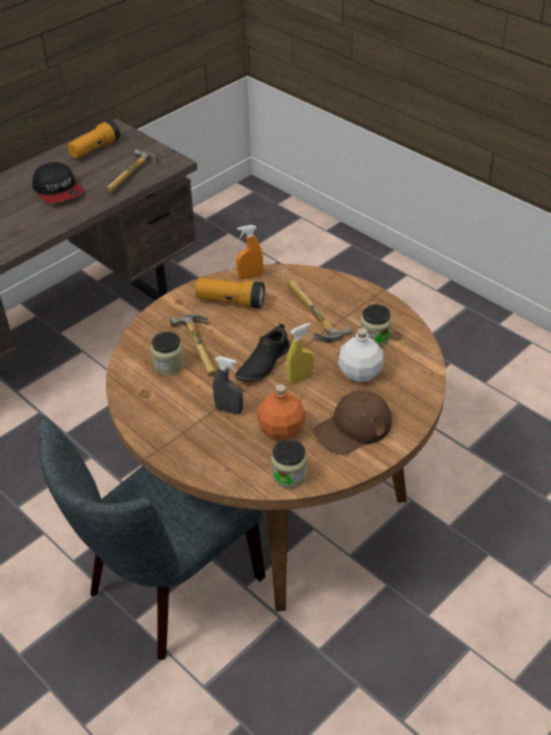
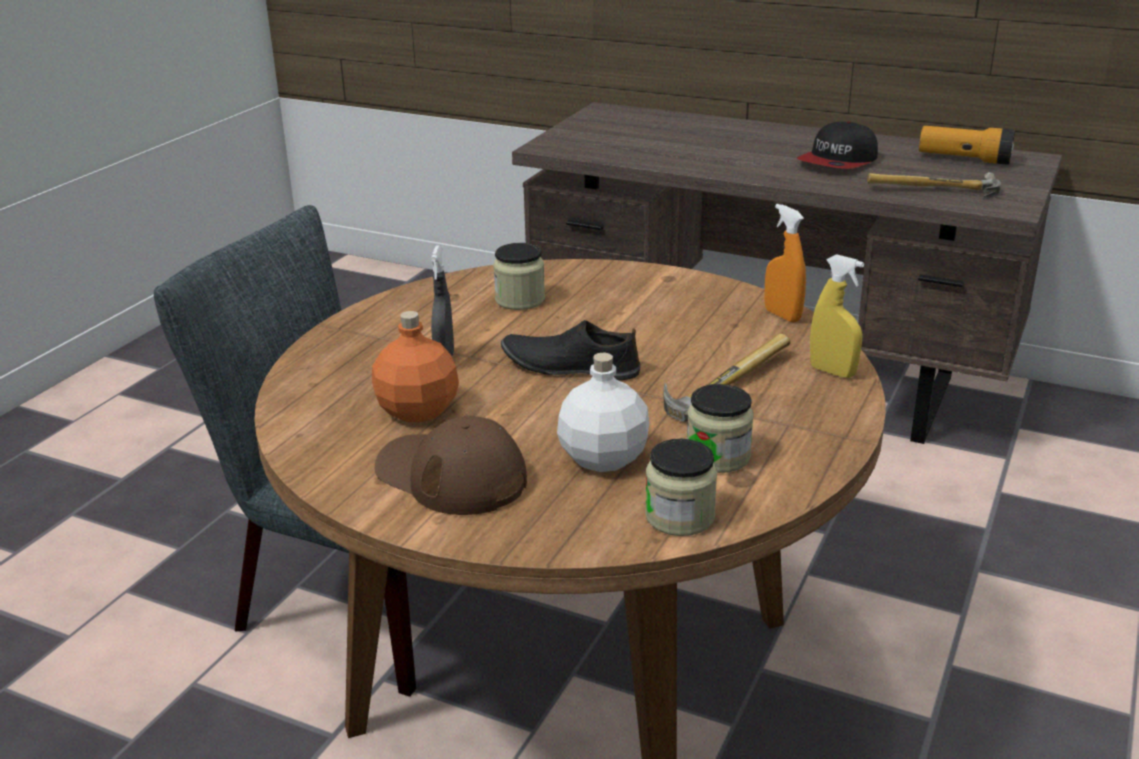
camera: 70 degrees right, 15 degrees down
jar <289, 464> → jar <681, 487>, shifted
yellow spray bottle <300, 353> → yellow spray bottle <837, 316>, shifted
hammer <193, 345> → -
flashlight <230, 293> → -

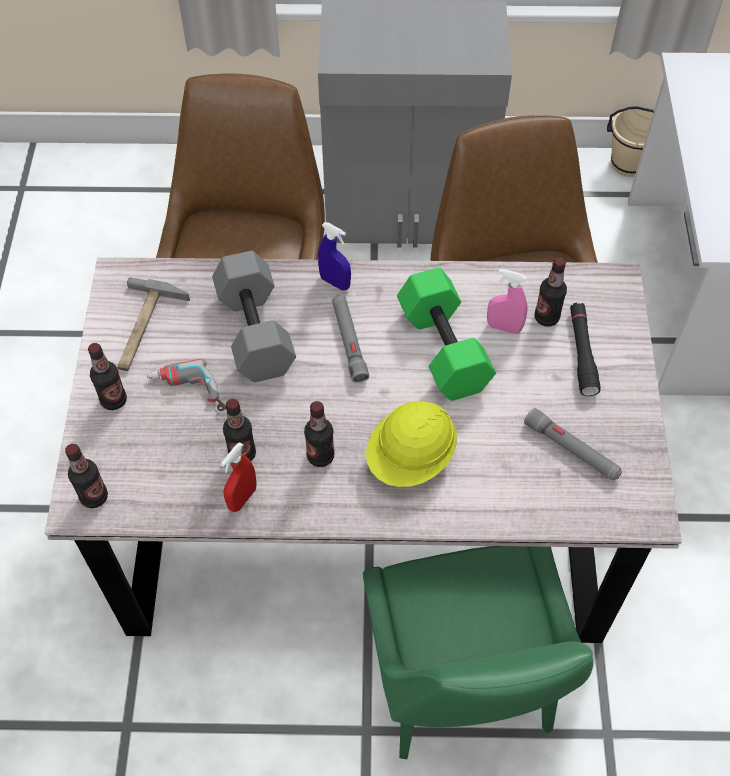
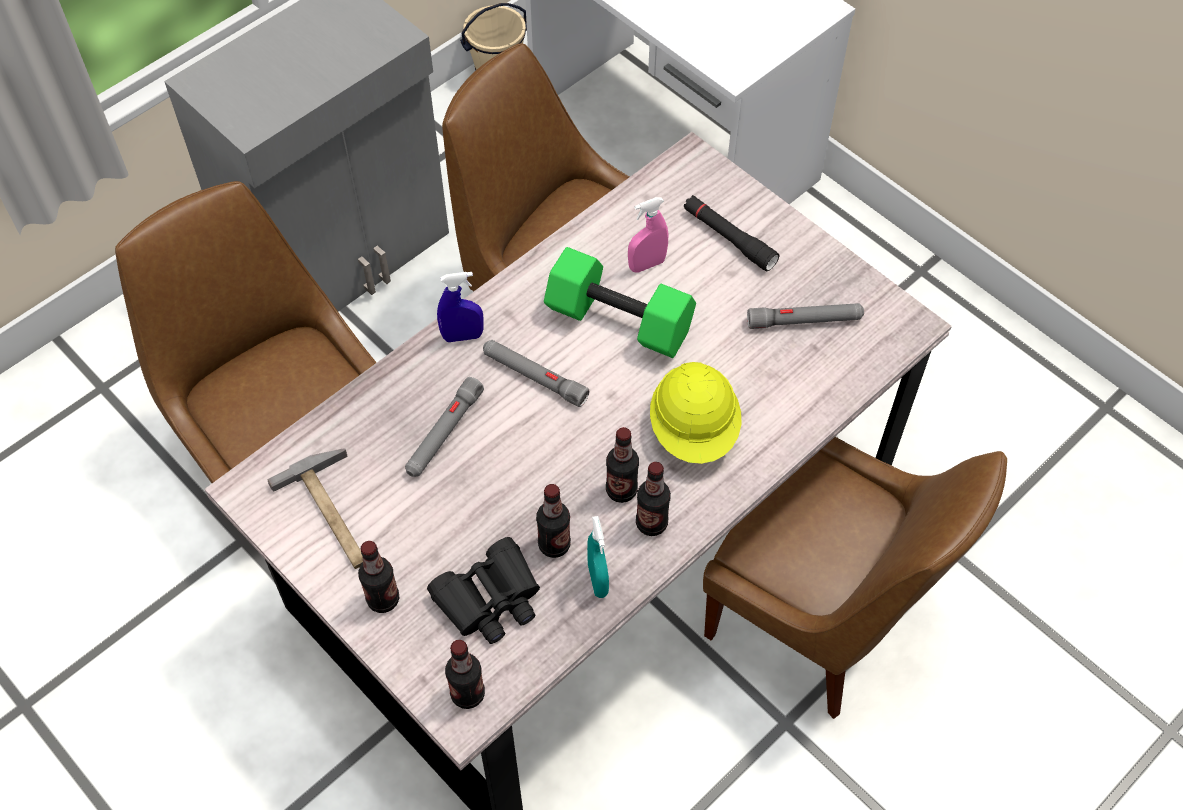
camera: 45 degrees left, 0 degrees up
grey dumbbell <254, 316> → grey flashlight <444, 427>
- → black binoculars <483, 590>
red spray bottle <239, 477> → turquoise spray bottle <598, 557>
bottle <551, 292> → bottle <653, 499>, shifted
green chair <478, 652> → brown chair <855, 578>
power drill <186, 385> → -

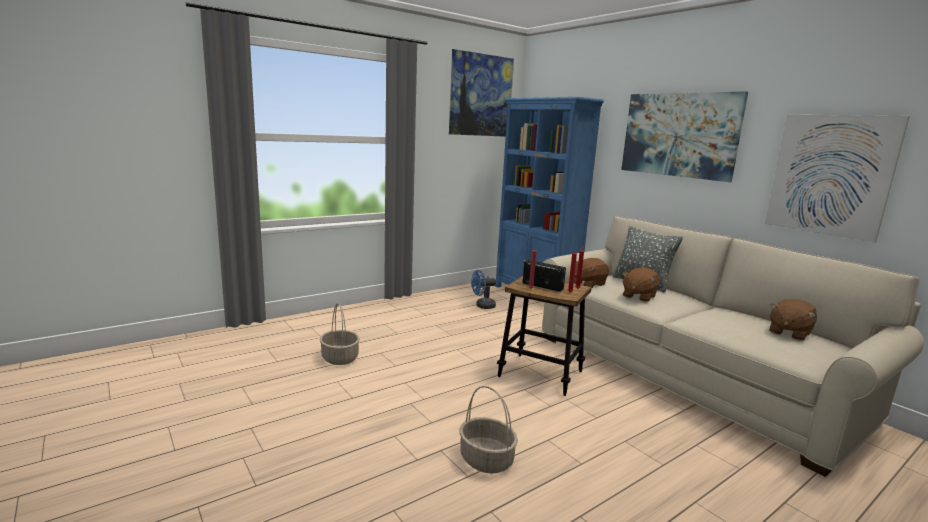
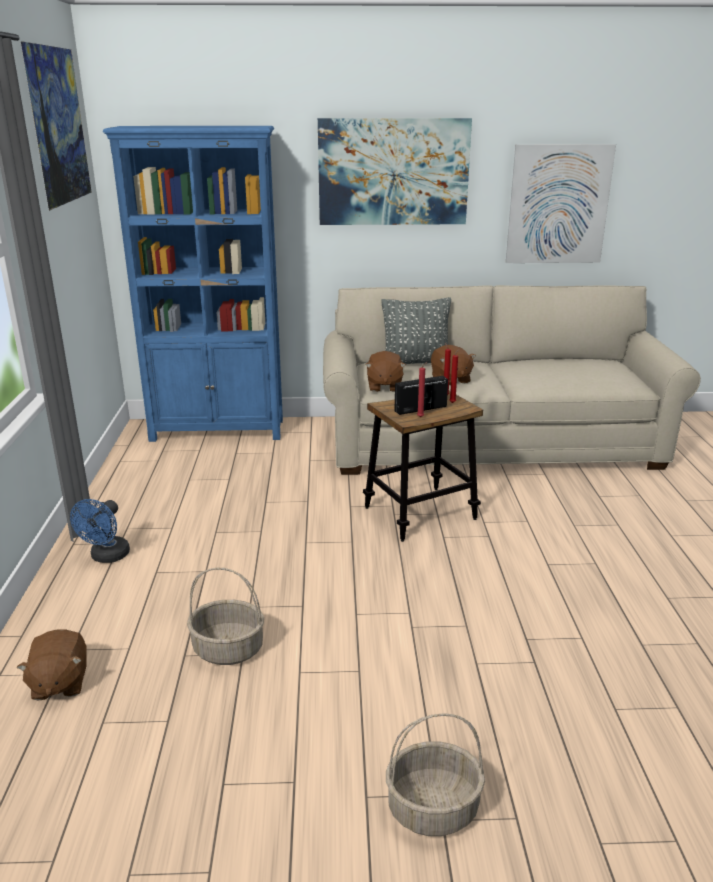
camera: 55 degrees left, 10 degrees up
brown plush toy <793, 319> → brown plush toy <52, 664>, shifted
blue fan <483, 289> → blue fan <100, 531>, shifted
basket <488, 430> → basket <435, 774>, shifted

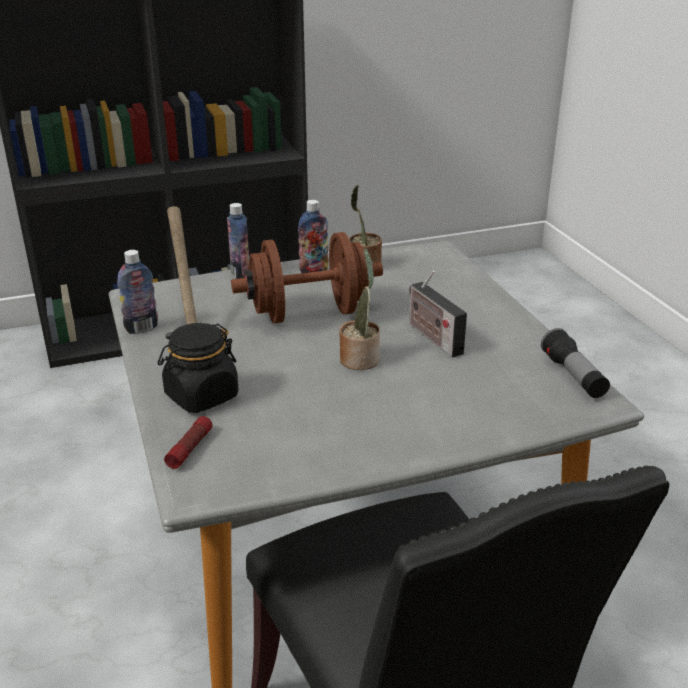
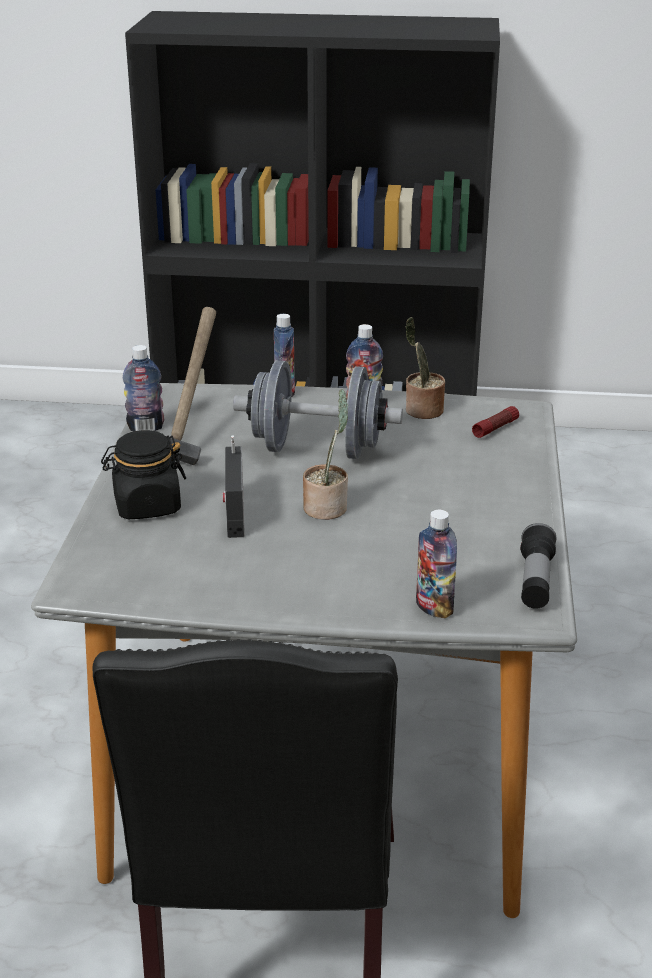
camera: 25 degrees right, 0 degrees up
radio <438, 314> → radio <233, 486>, shifted
brown dumbbell <307, 277> → grey dumbbell <318, 409>
- → bottle <436, 564>
flashlight <188, 442> → flashlight <495, 422>, shifted

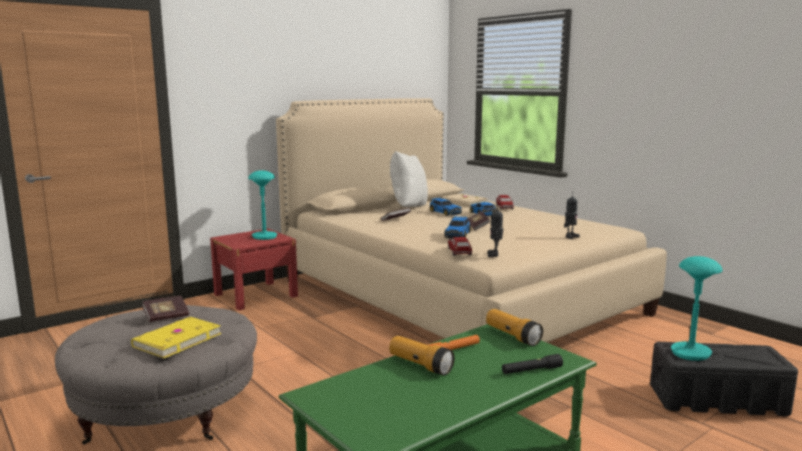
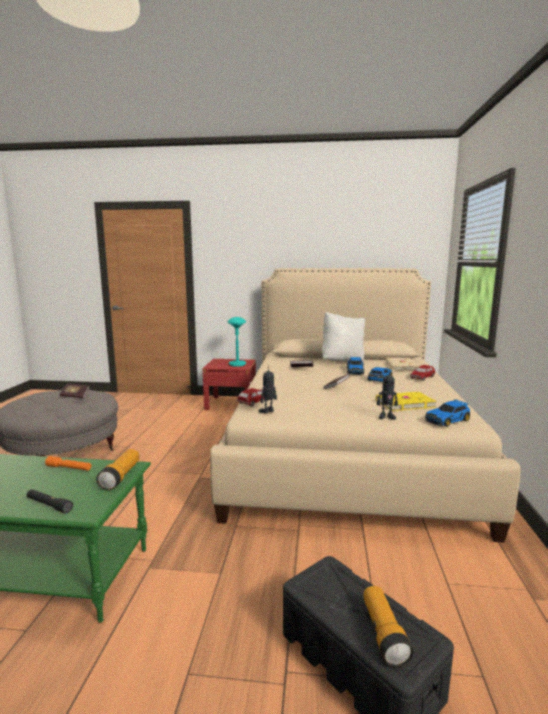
camera: 45 degrees right, 0 degrees up
flashlight <422, 356> → flashlight <388, 626>, shifted
yellow book <176, 337> → yellow book <406, 401>, shifted
toy car <457, 227> → toy car <447, 413>, shifted
turquoise table lamp <696, 308> → -

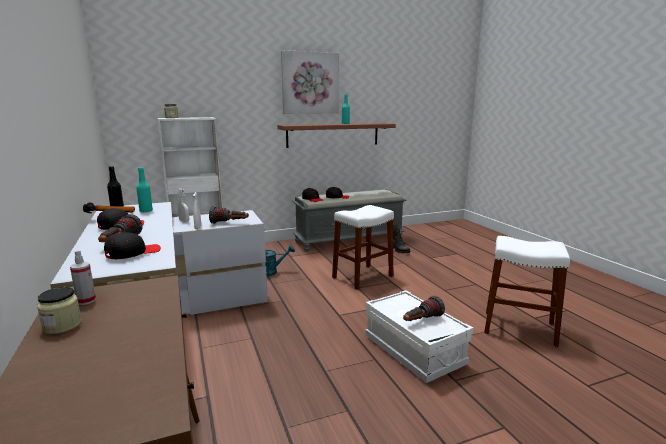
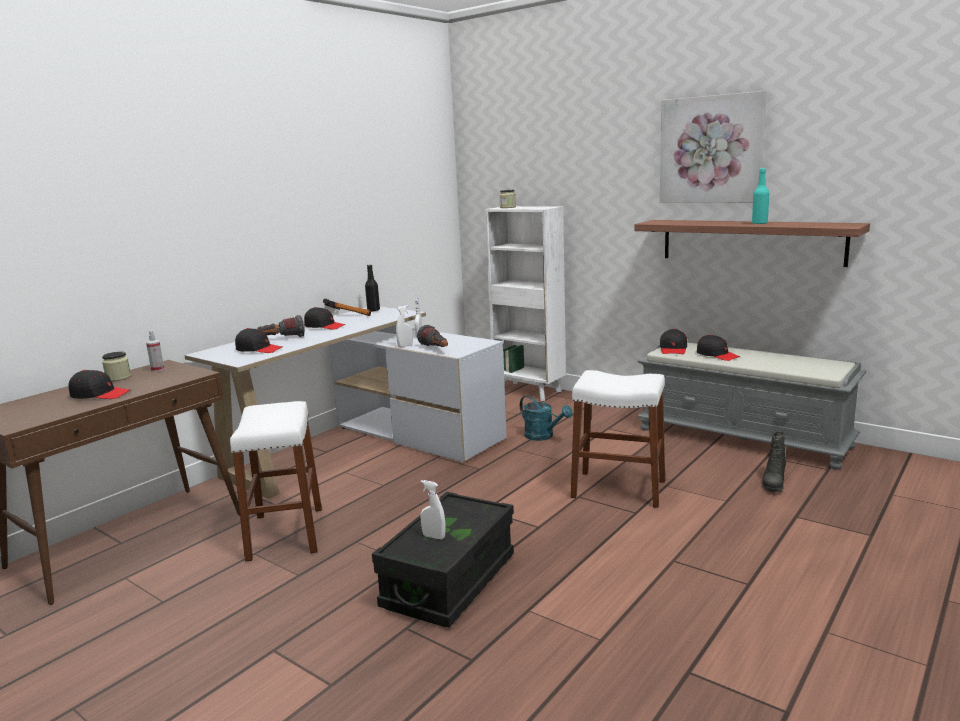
camera: 60 degrees right, 0 degrees up
- → black cap <99, 384>
white stool <527, 291> → white stool <276, 481>, shifted
white storage box <420, 336> → black storage box <443, 560>
flashlight <424, 308> → white spray bottle <432, 509>
turquoise bottle <144, 189> → -

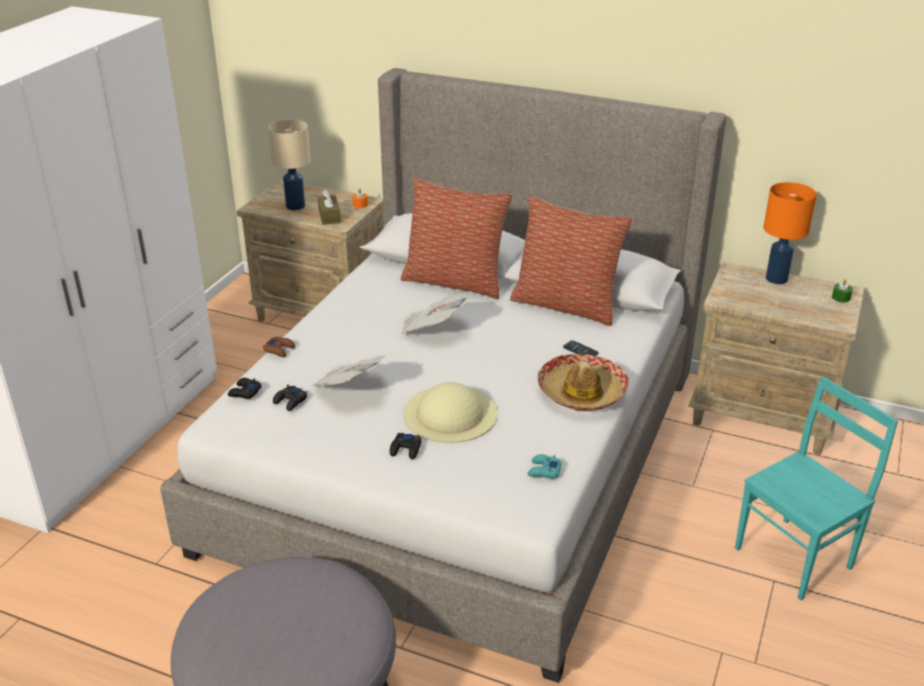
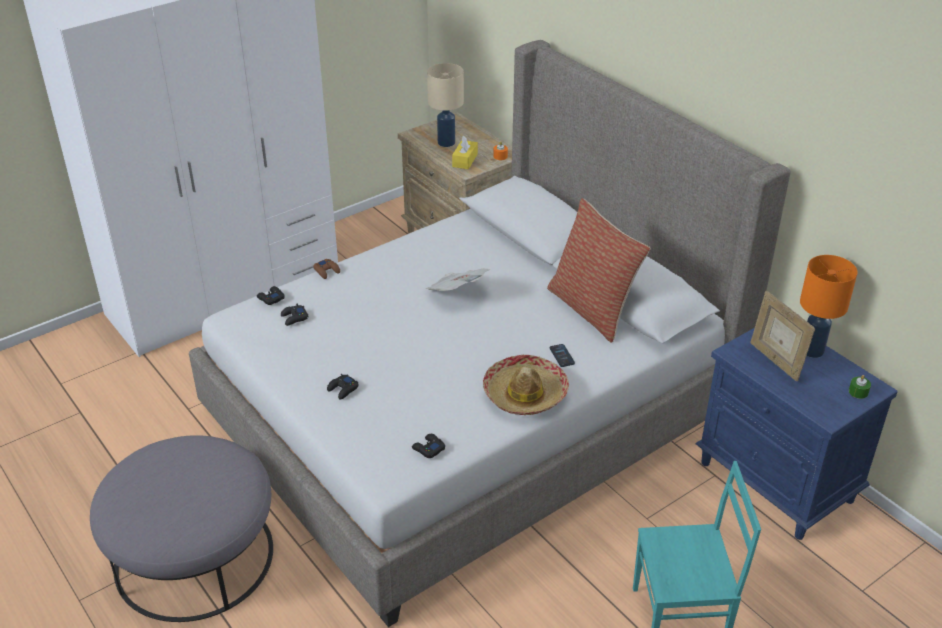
camera: 30 degrees right, 5 degrees up
turquoise game controller <545, 466> → black game controller <428, 446>
brown tissue box <329, 207> → yellow tissue box <465, 152>
beige nightstand <776, 358> → blue nightstand <796, 434>
- → picture frame <783, 336>
newspaper <348, 371> → -
pillow <456, 238> → -
beige hat <450, 412> → -

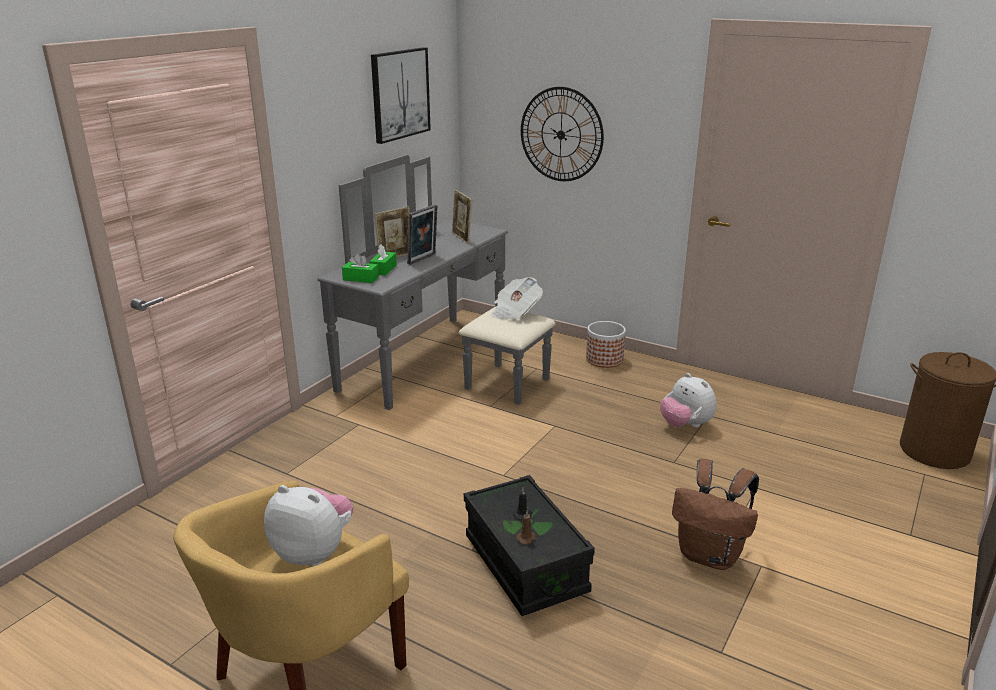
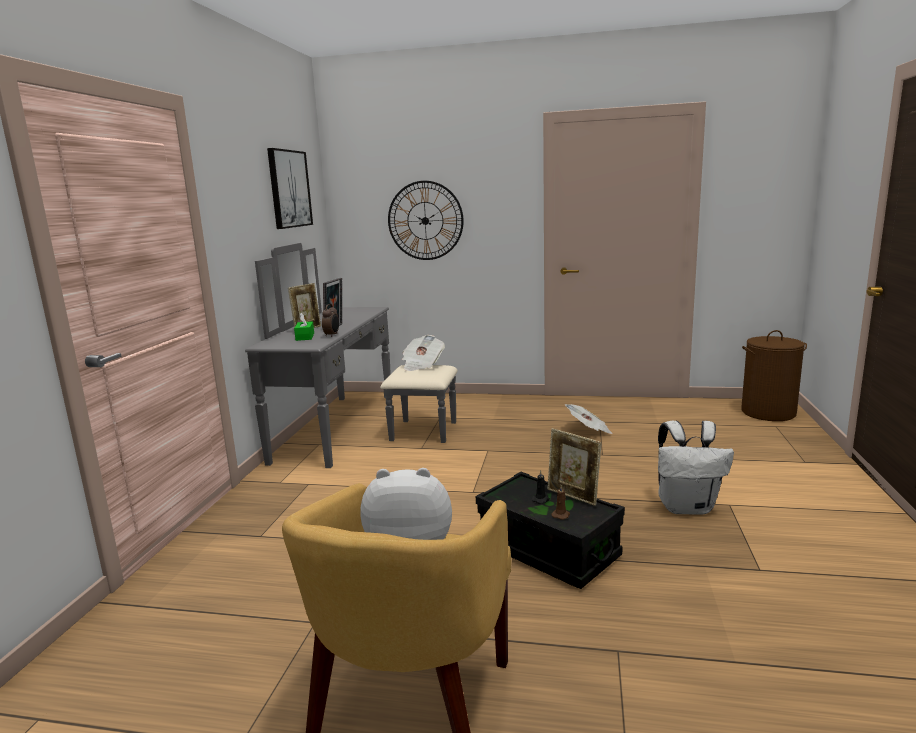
camera: 20 degrees left, 10 degrees down
- → alarm clock <330, 320>
picture frame <462, 216> → picture frame <574, 467>, shifted
plush toy <688, 400> → newspaper <589, 419>
brown backpack <715, 514> → white backpack <696, 467>
green tissue box <360, 268> → -
planter <606, 344> → -

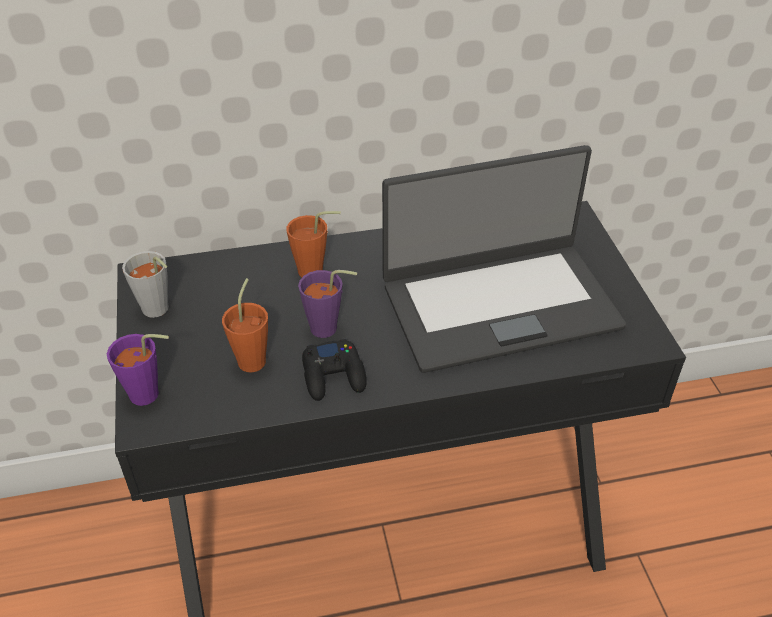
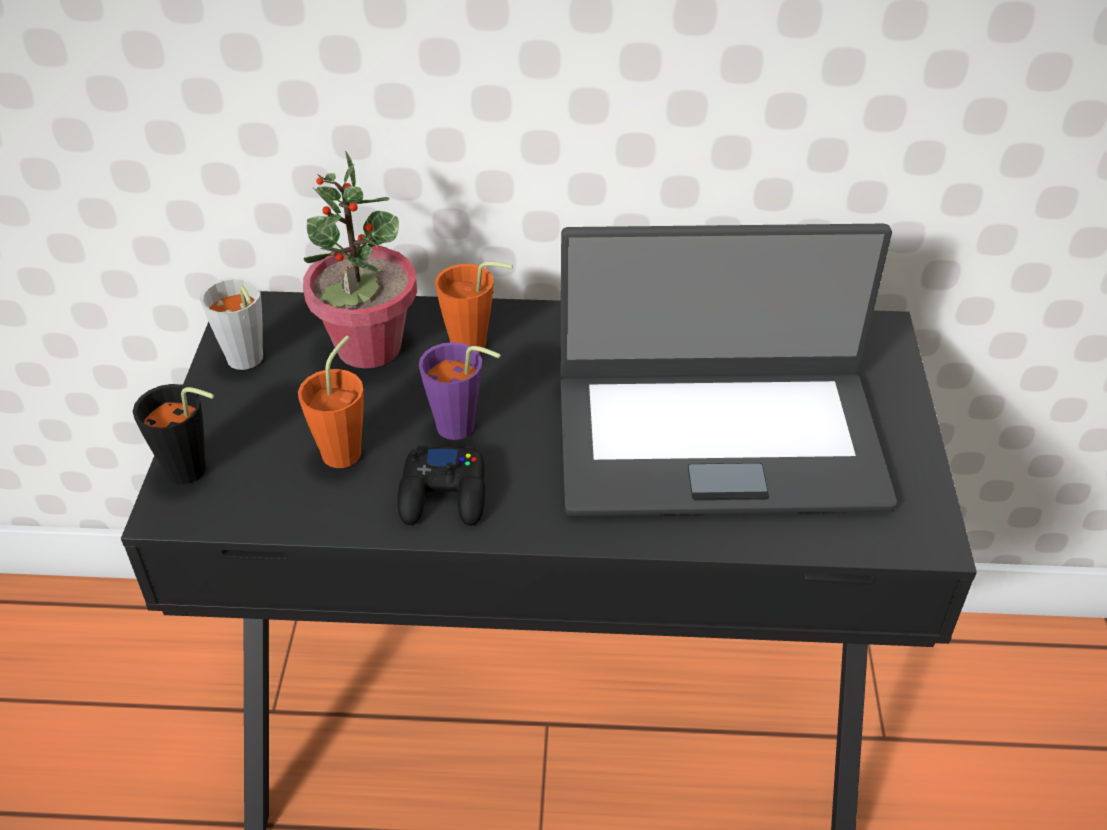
camera: 15 degrees right, 0 degrees up
purple cup <138, 370> → black cup <173, 434>
- → potted plant <360, 259>

